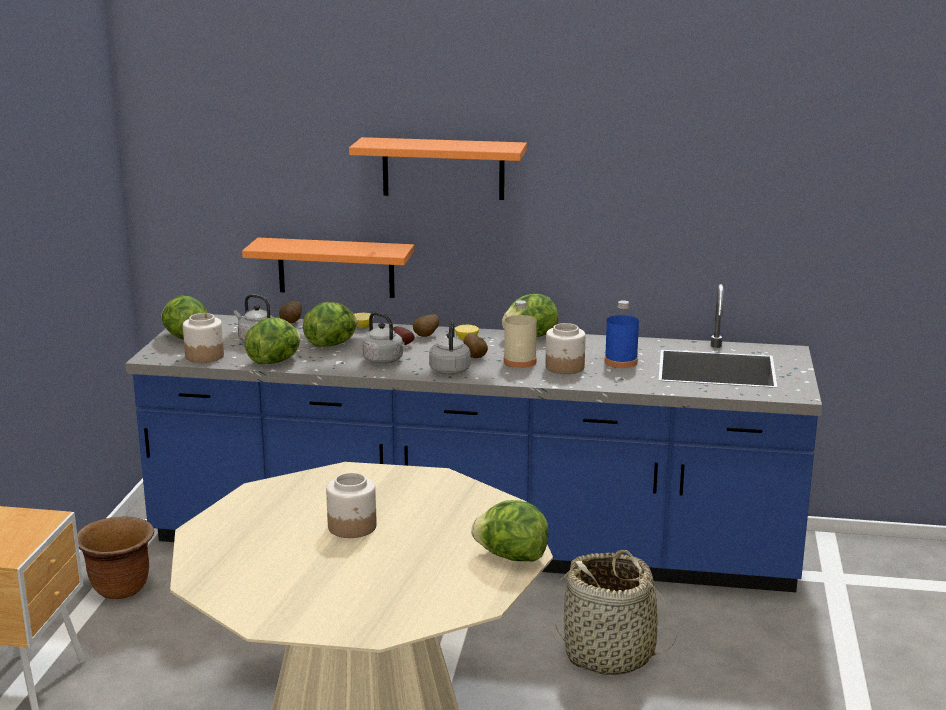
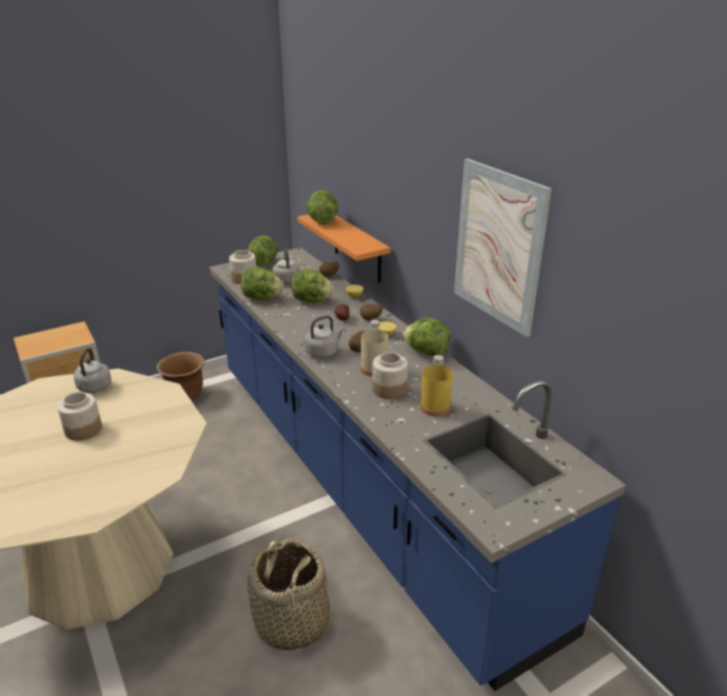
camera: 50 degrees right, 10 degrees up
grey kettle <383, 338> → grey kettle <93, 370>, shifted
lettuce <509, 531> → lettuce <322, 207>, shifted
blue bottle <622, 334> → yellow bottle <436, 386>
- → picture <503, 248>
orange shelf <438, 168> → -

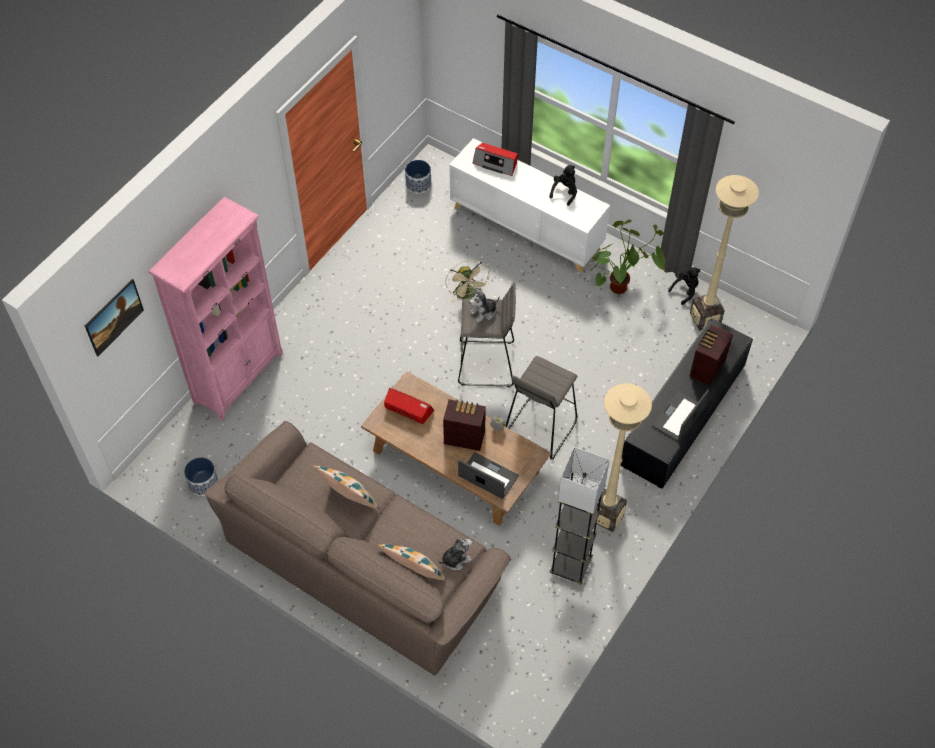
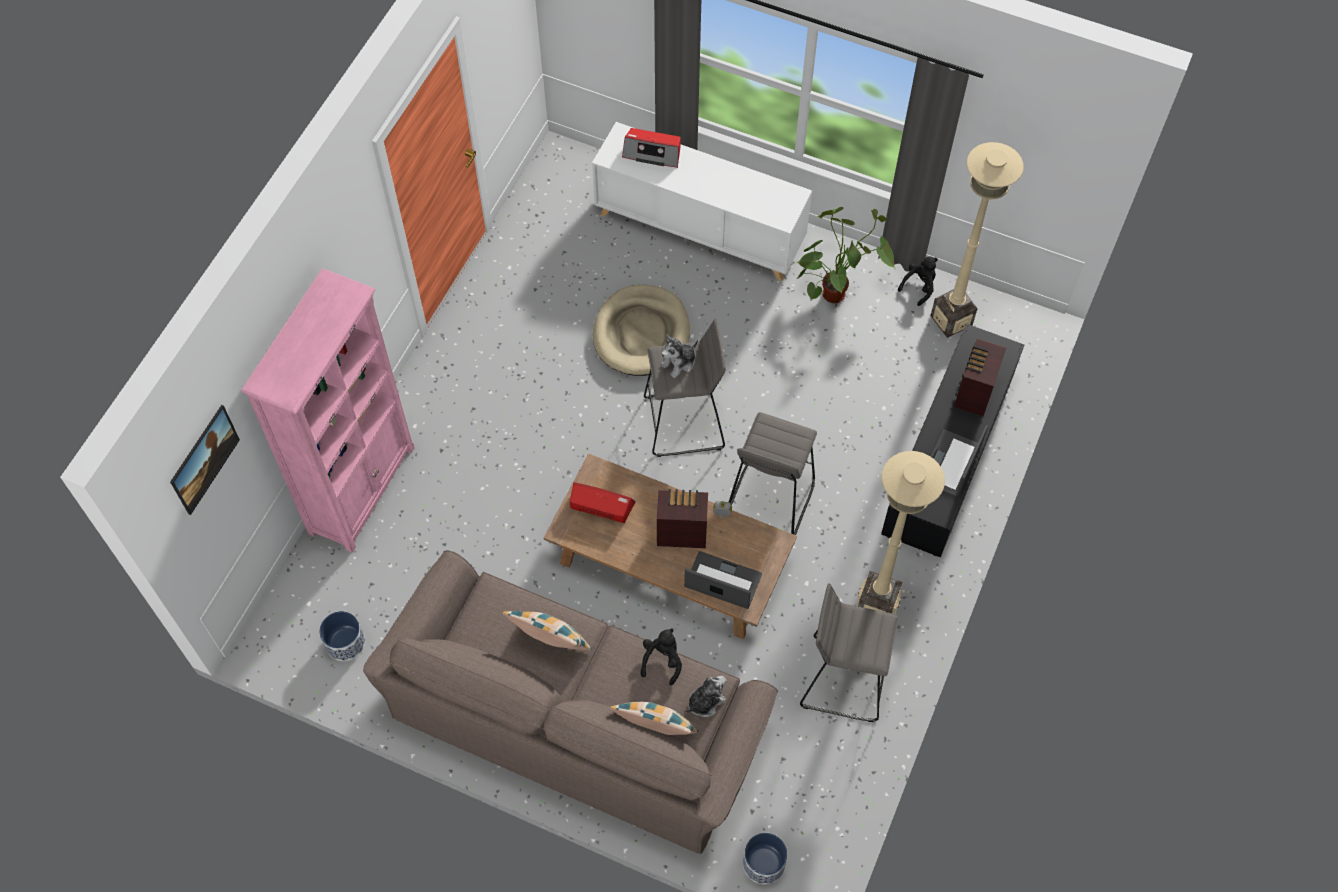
camera: 10 degrees left, 5 degrees up
beige fan <467, 281> → beige dog bed <641, 330>
black plush toy <563, 185> → black plush toy <661, 656>, shifted
planter <418, 177> → planter <765, 859>, shifted
grey floor lamp <580, 515> → grey stool <849, 652>

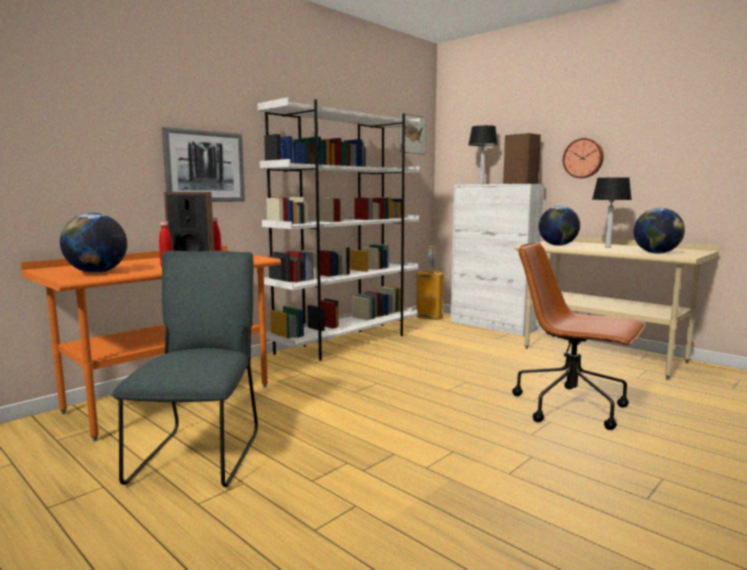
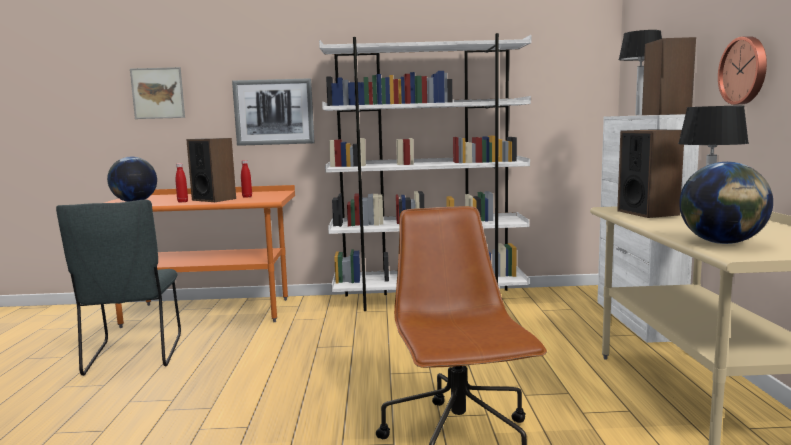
camera: 45 degrees right, 0 degrees up
grey chair <185, 369> → grey chair <118, 288>, 120 degrees clockwise
picture <413, 133> → picture <157, 93>, shifted
globe <559, 226> → speaker <650, 173>
trash can <430, 283> → -

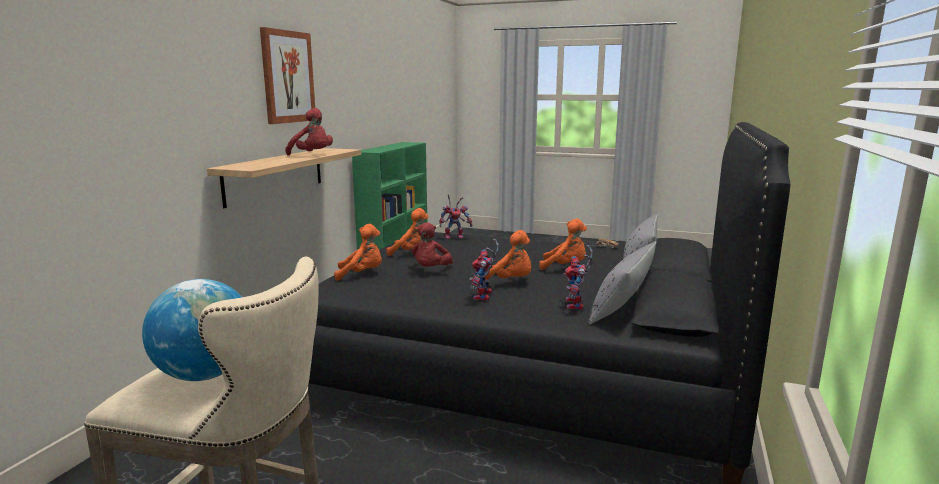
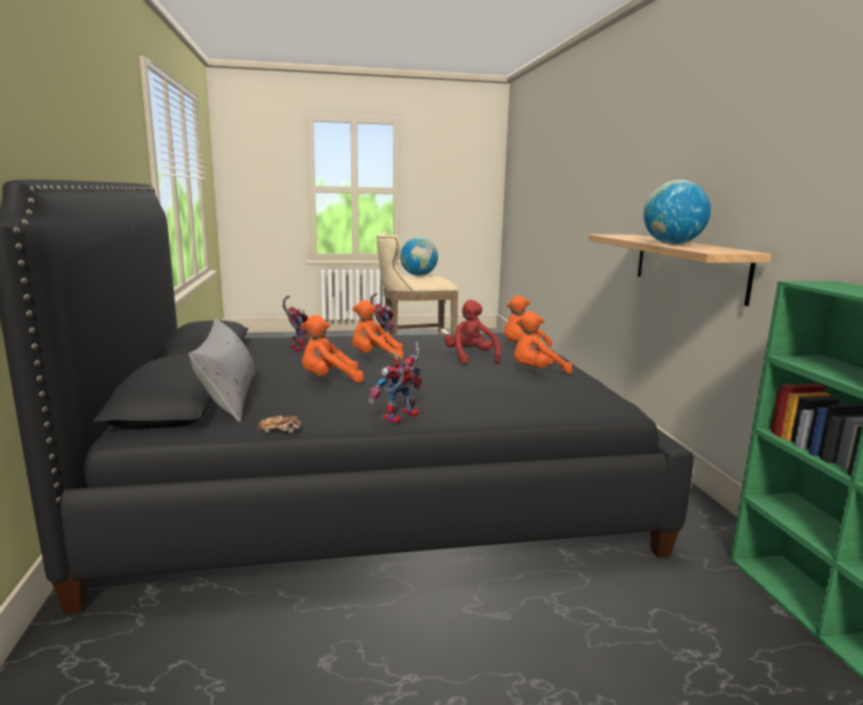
camera: 150 degrees right, 0 degrees up
toy robot <456, 216> → toy robot <395, 382>, shifted
red plush toy <309, 132> → globe <677, 212>
picture <287, 75> → -
grey pillow <622, 283> → -

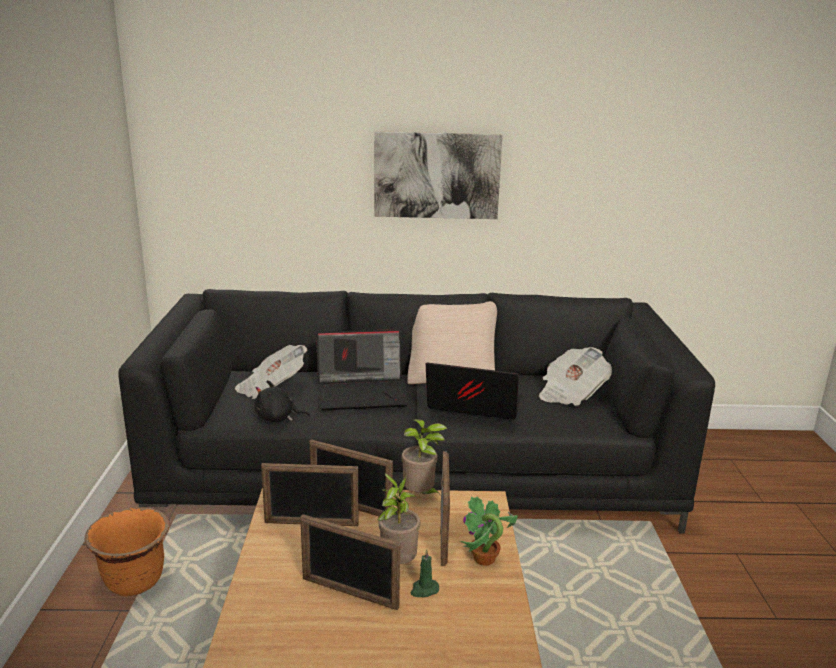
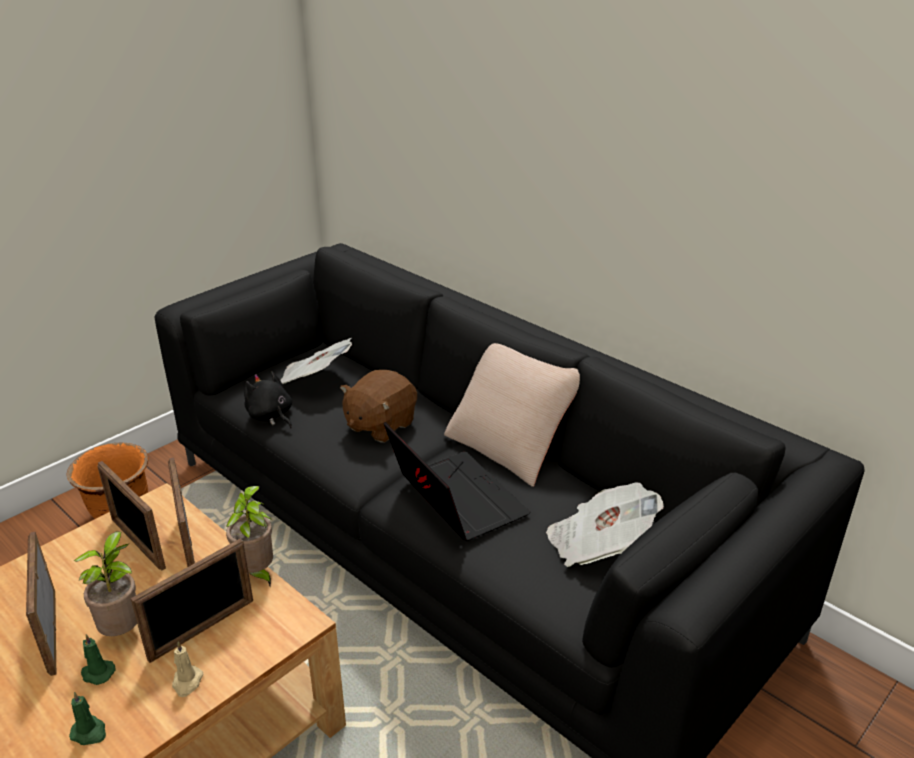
camera: 45 degrees right, 10 degrees up
- → green candle <87, 718>
potted plant <489, 531> → beige candle <187, 669>
laptop <362, 369> → brown plush toy <378, 406>
picture <438, 175> → -

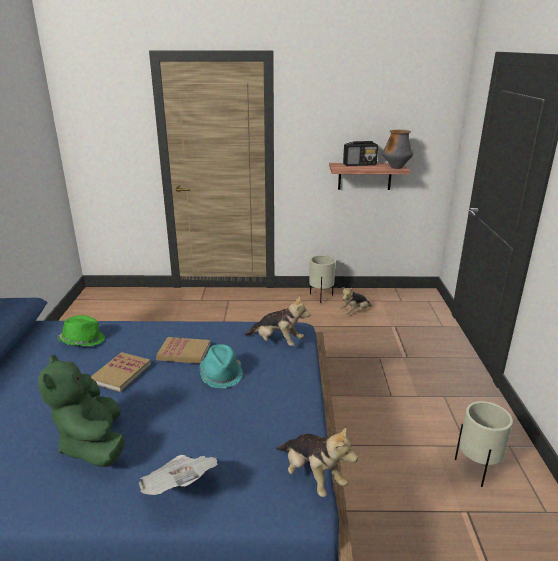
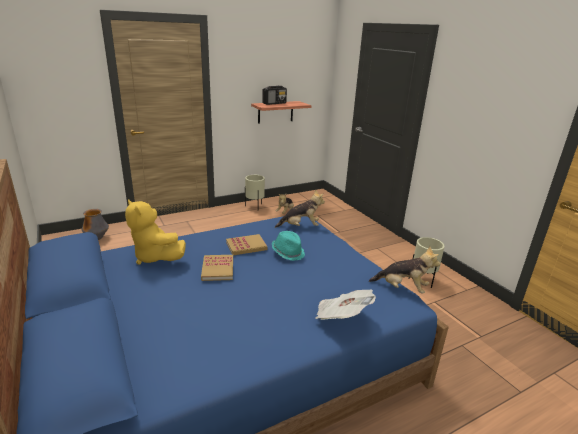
camera: 30 degrees left, 0 degrees up
vase <397, 149> → vase <95, 224>, shifted
green hat <82, 330> → yellow plush toy <155, 232>
green plush toy <81, 410> → -

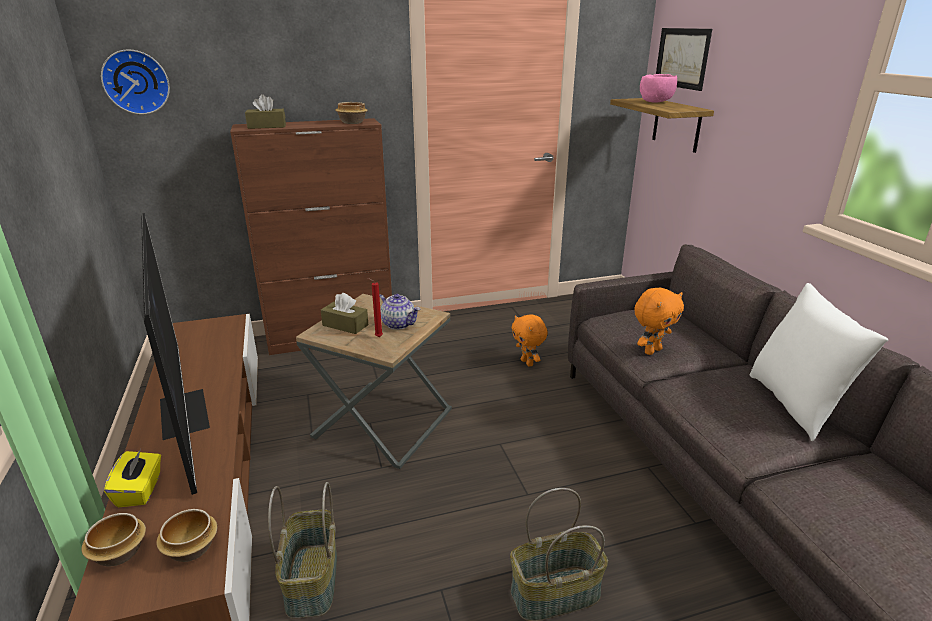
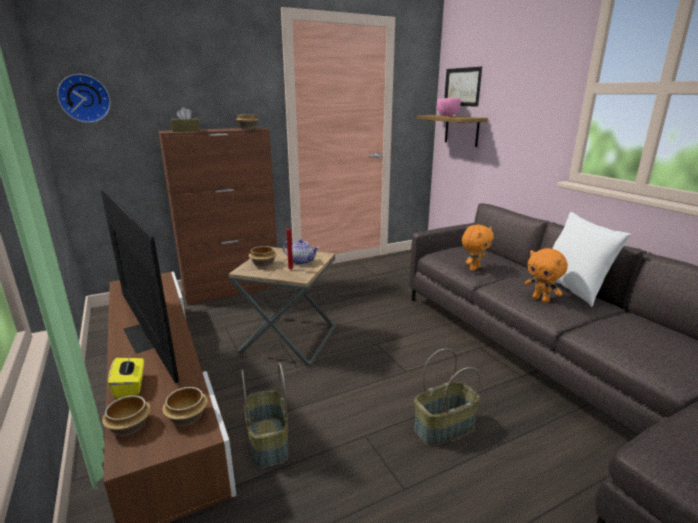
camera: 10 degrees left, 5 degrees down
brown tissue box <344, 313> → bowl <263, 256>
orange plush toy <530, 340> → orange plush toy <546, 275>, shifted

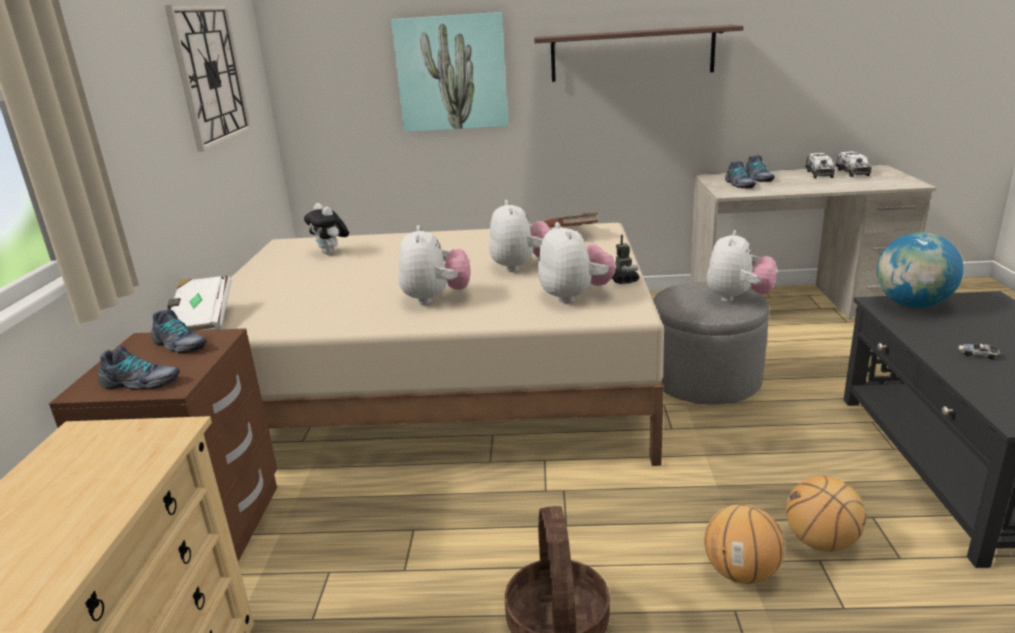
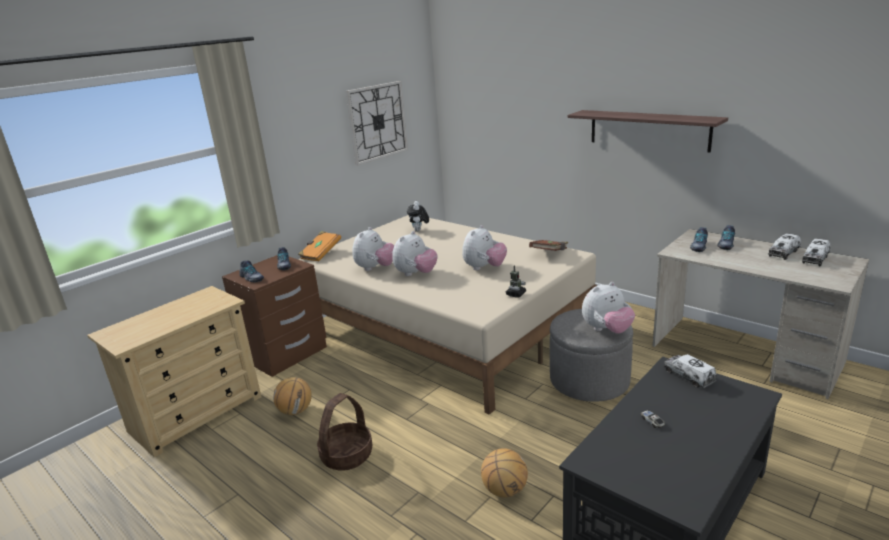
camera: 40 degrees right, 0 degrees up
basketball <744, 544> → basketball <292, 396>, shifted
white book <199, 303> → orange book <319, 246>
plush toy <576, 263> → plush toy <373, 249>, shifted
globe <920, 270> → toy truck <690, 371>
picture <449, 72> → -

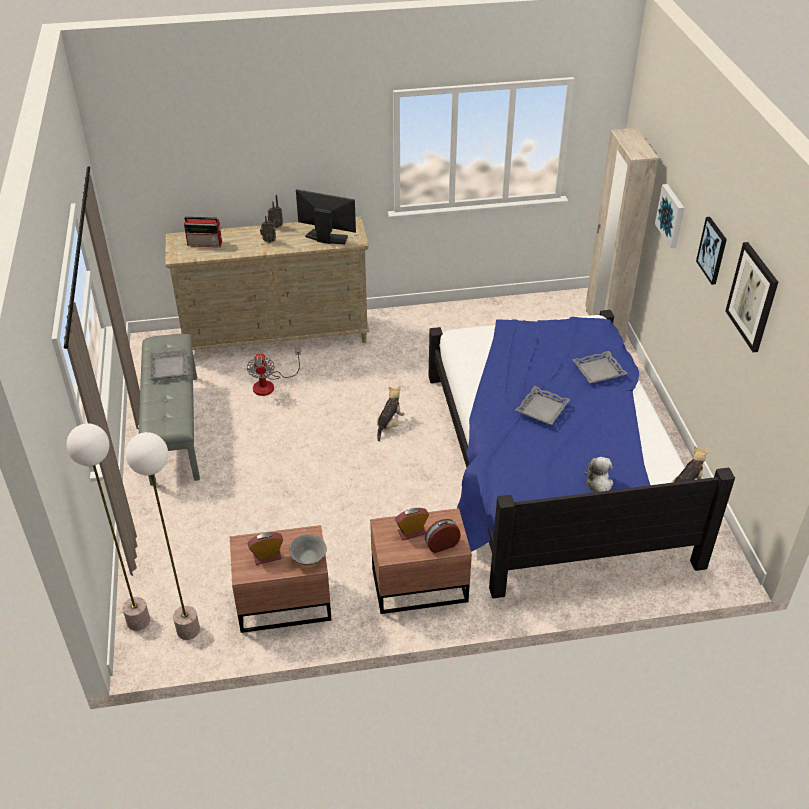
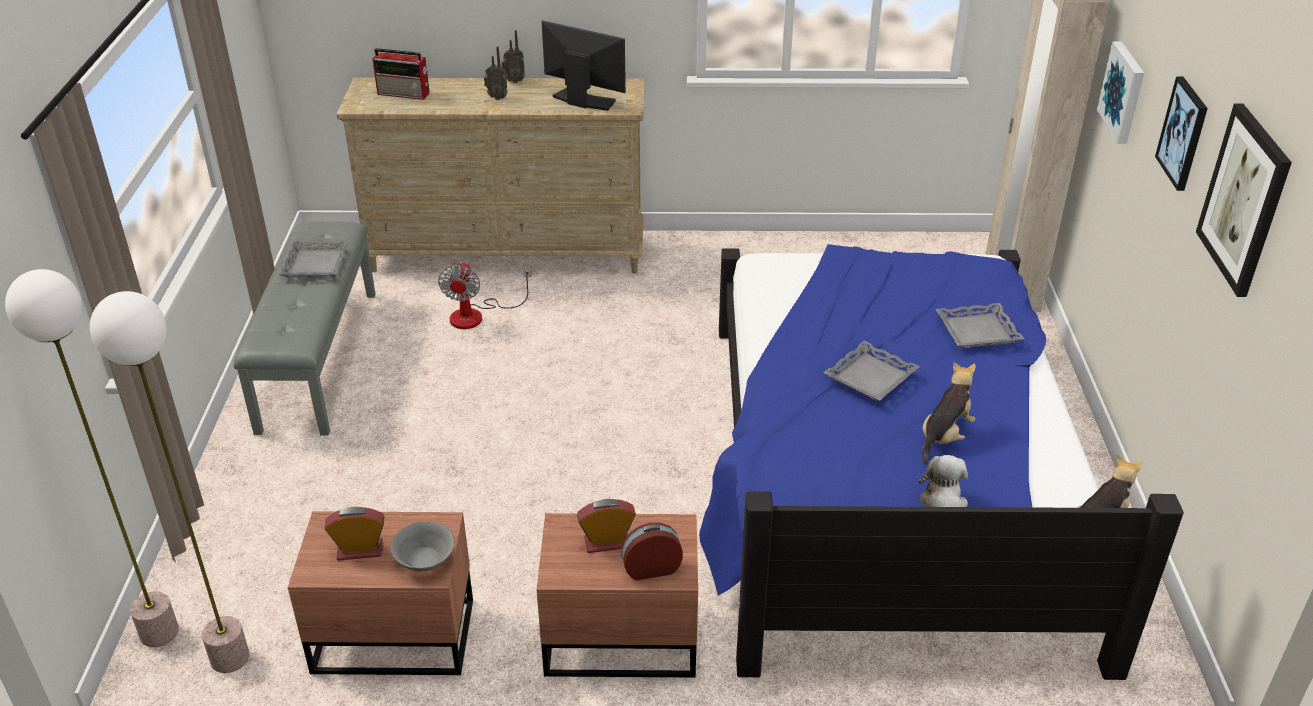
camera: 10 degrees right, 5 degrees down
plush toy <390, 413> → plush toy <949, 413>, shifted

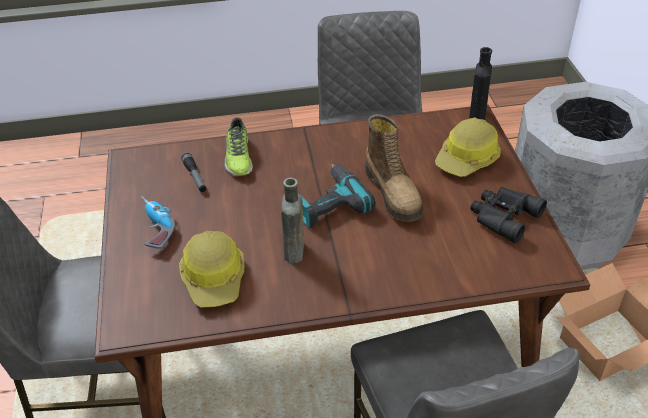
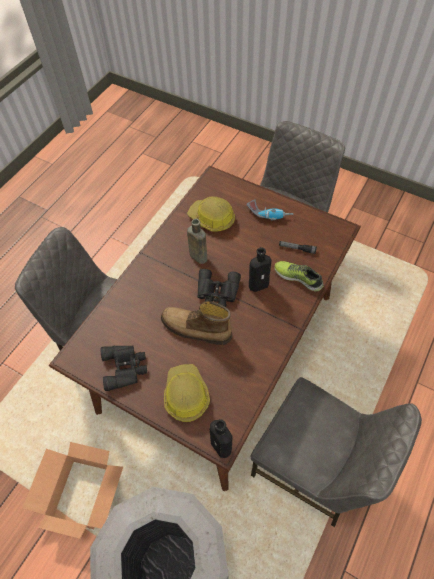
camera: 130 degrees right, 15 degrees up
power drill <339, 196> → black binoculars <219, 288>
- → black bottle <260, 269>

